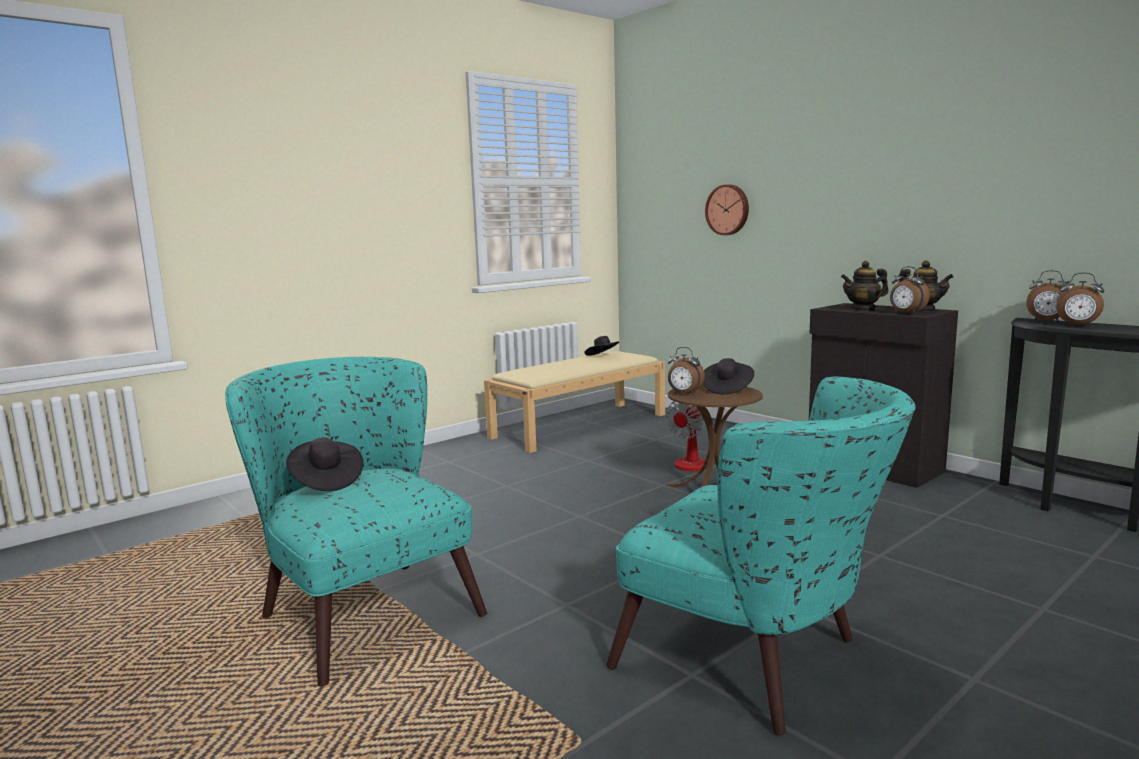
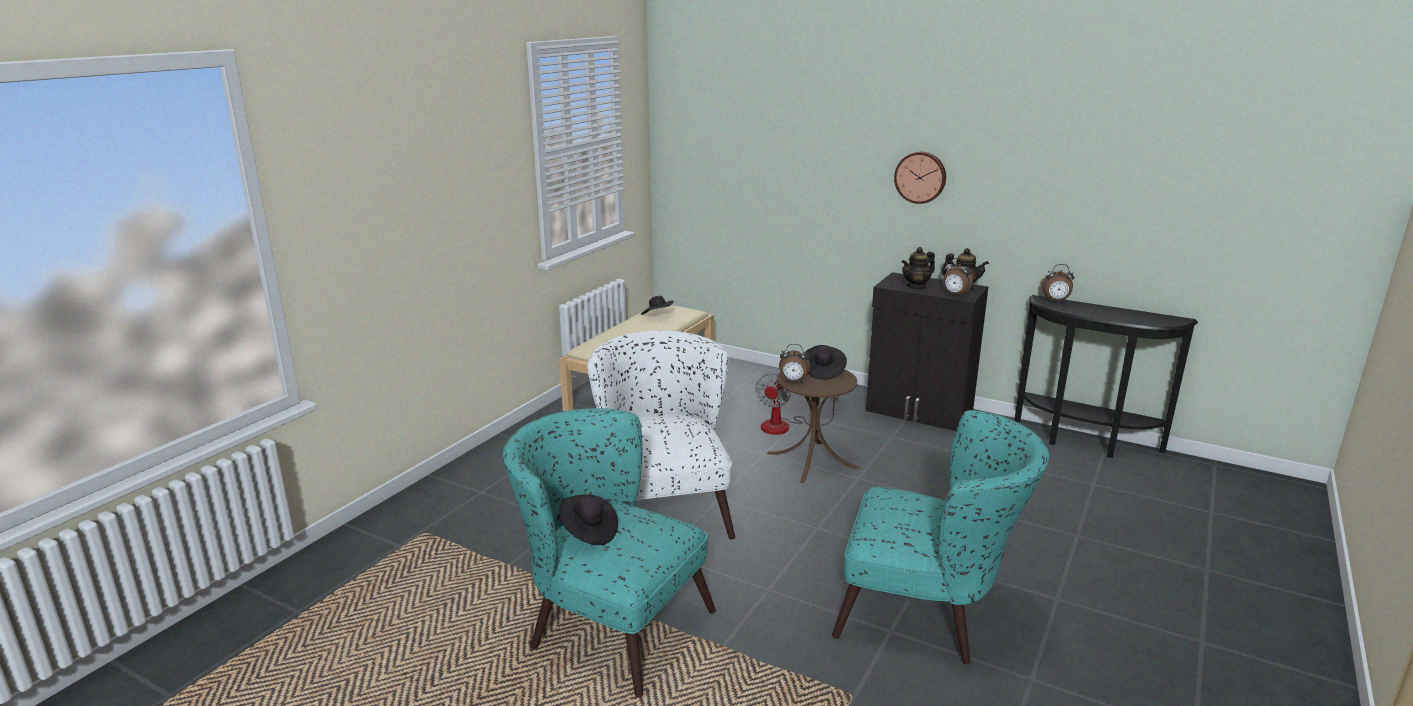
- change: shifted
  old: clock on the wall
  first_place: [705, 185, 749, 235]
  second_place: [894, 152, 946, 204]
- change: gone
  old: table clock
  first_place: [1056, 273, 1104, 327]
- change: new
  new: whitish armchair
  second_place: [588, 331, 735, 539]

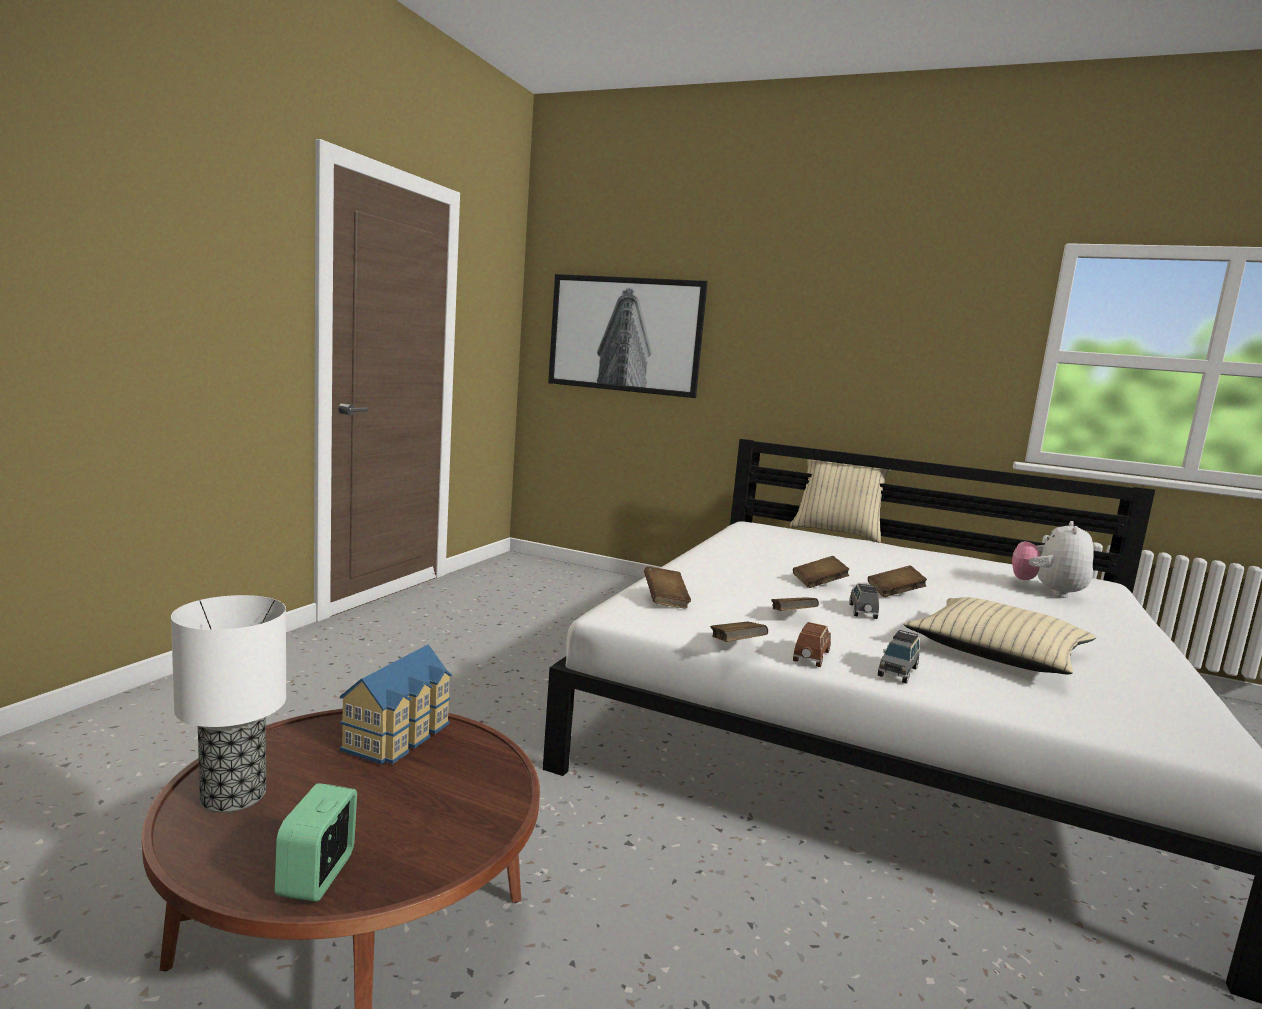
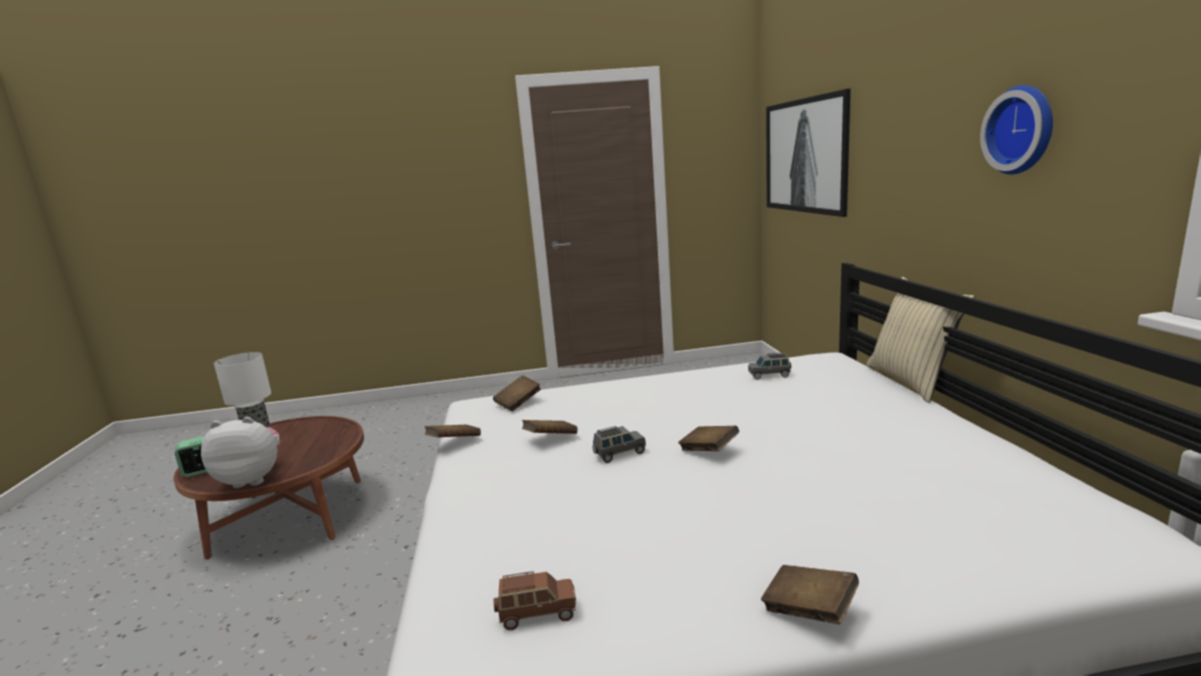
- change: shifted
  old: plush toy
  first_place: [1012, 521, 1094, 598]
  second_place: [201, 417, 280, 488]
- change: shifted
  old: brownish bound book
  first_place: [793, 556, 849, 588]
  second_place: [761, 565, 859, 624]
- change: gone
  old: beige-coloured cushion
  first_place: [904, 597, 1096, 675]
- change: shifted
  old: brownish miniature car
  first_place: [793, 622, 831, 667]
  second_place: [494, 571, 576, 630]
- change: shifted
  old: gray miniature car
  first_place: [878, 630, 920, 684]
  second_place: [748, 352, 791, 380]
- change: gone
  old: miniature house
  first_place: [340, 644, 452, 764]
- change: new
  new: clock on the wall
  second_place: [980, 85, 1053, 174]

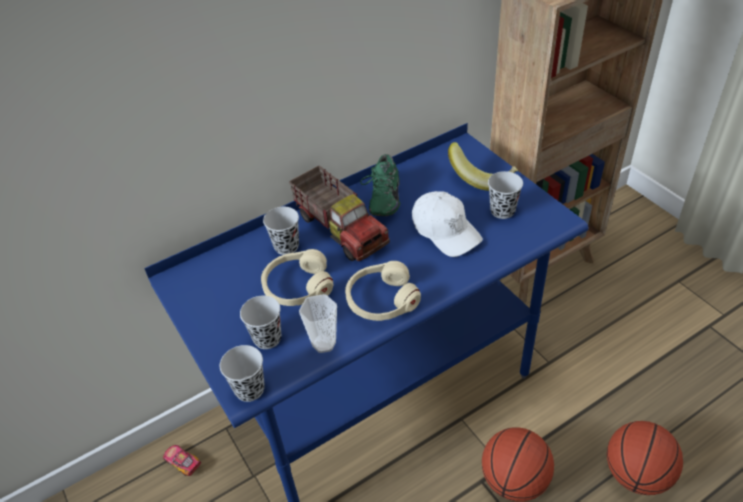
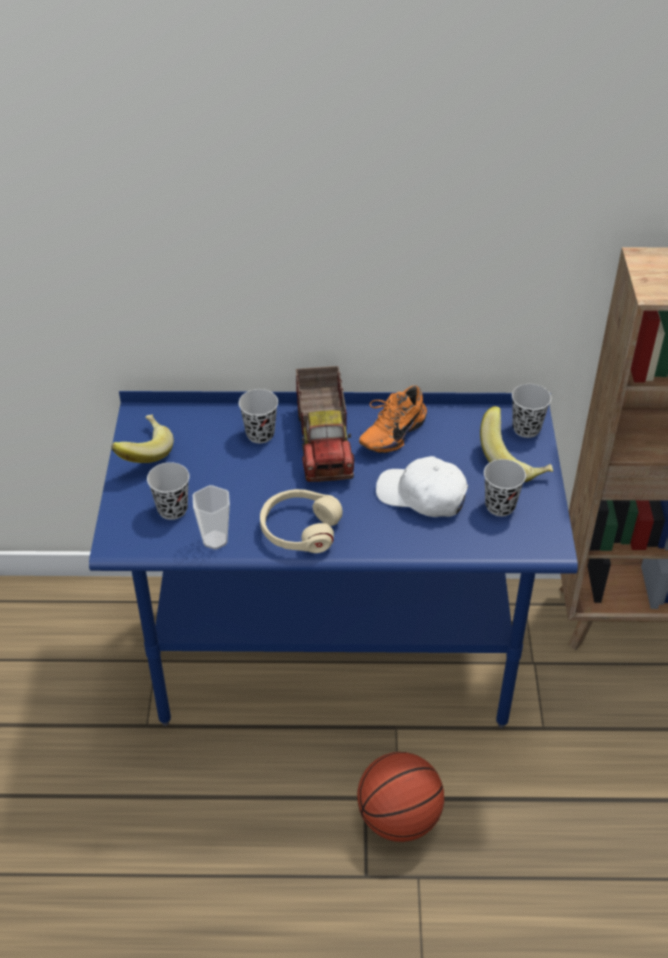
- change: repainted
  old: greenish item of footwear
  new: orange item of footwear
  first_place: [360, 154, 400, 216]
  second_place: [359, 385, 427, 453]
- change: rotated
  old: whitish baseball cap
  first_place: [412, 191, 483, 257]
  second_place: [376, 456, 468, 517]
  degrees: 120
- change: gone
  old: beige-coloured headset
  first_place: [261, 249, 333, 306]
- change: shifted
  old: black drinking cup
  first_place: [220, 345, 265, 402]
  second_place: [512, 384, 551, 438]
- change: gone
  old: basketball
  first_place: [607, 421, 683, 495]
- change: gone
  old: miniature car
  first_place: [163, 445, 201, 476]
- change: new
  new: banana fruit
  second_place: [111, 414, 174, 463]

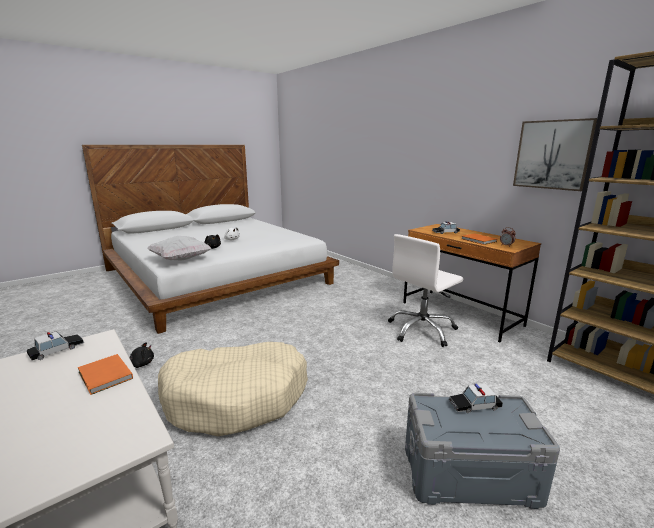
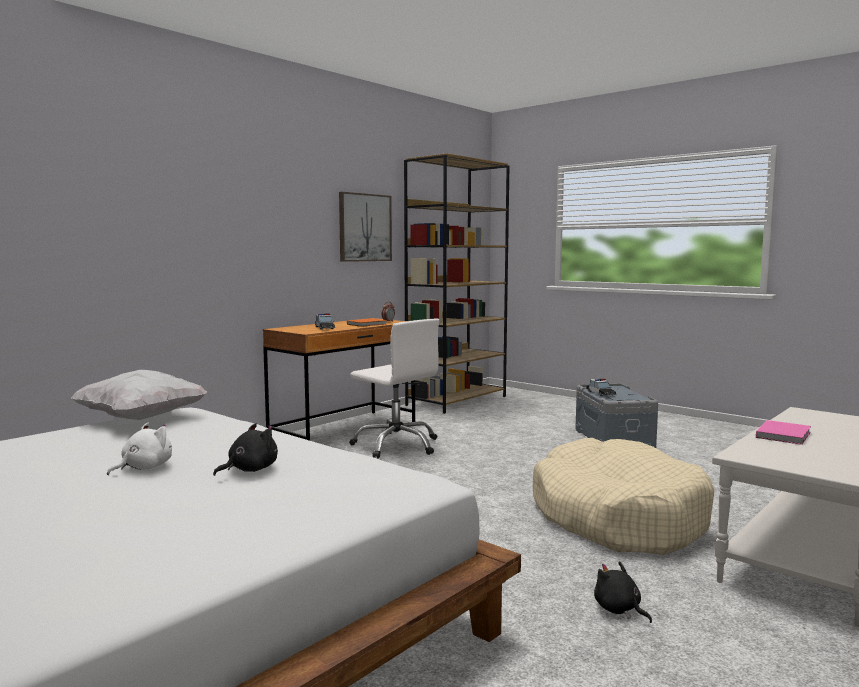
- change: shifted
  old: whitish cushion
  first_place: [147, 236, 211, 261]
  second_place: [71, 370, 207, 420]
- change: gone
  old: miniature car
  first_place: [27, 331, 84, 360]
- change: repainted
  old: orange bound book
  new: pink bound book
  first_place: [78, 354, 133, 395]
  second_place: [756, 420, 811, 445]

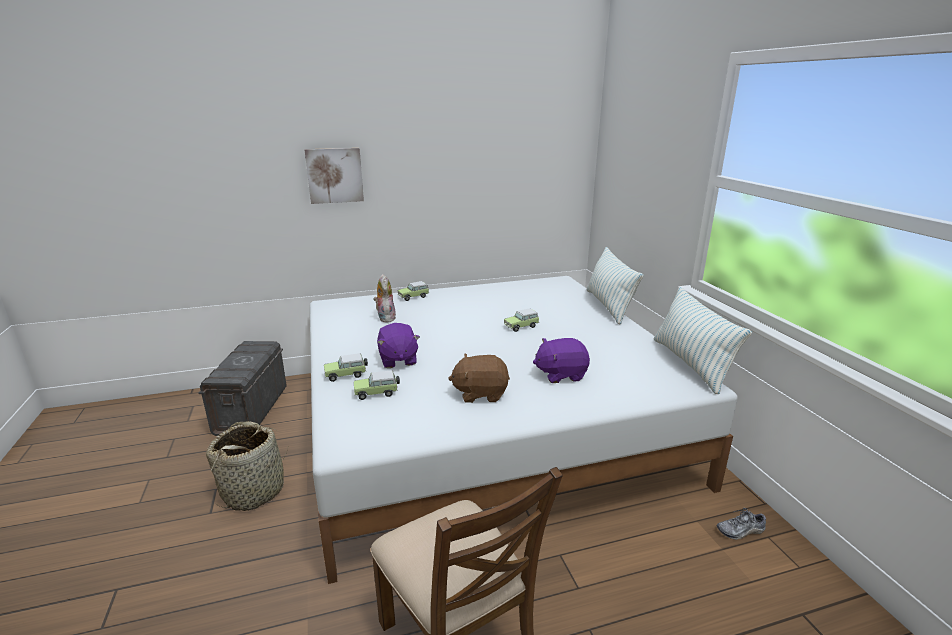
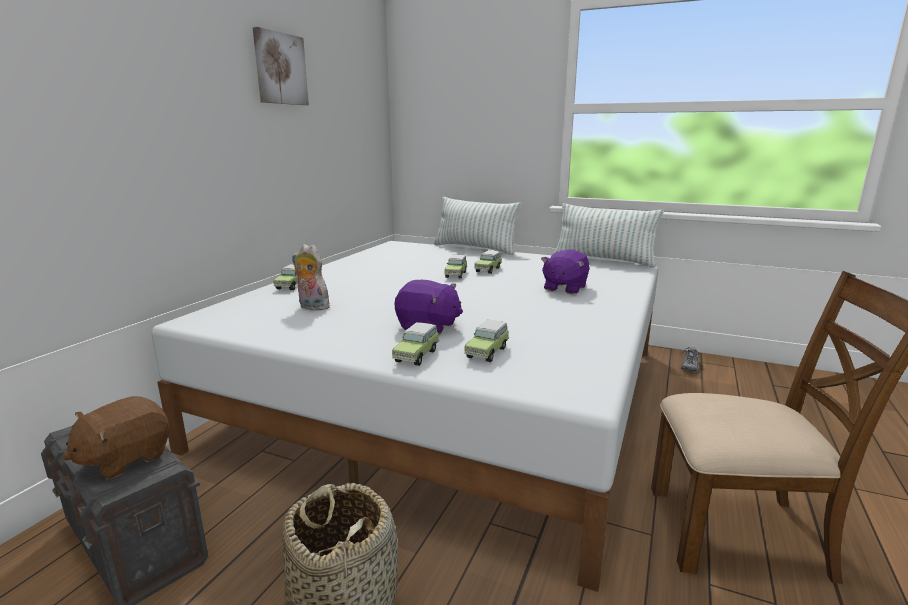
- change: shifted
  old: picture
  first_place: [304, 148, 364, 204]
  second_place: [253, 27, 309, 105]
- change: shifted
  old: brownish plush toy
  first_place: [448, 354, 510, 403]
  second_place: [63, 396, 170, 479]
- change: new
  new: miniature car
  second_place: [475, 251, 502, 274]

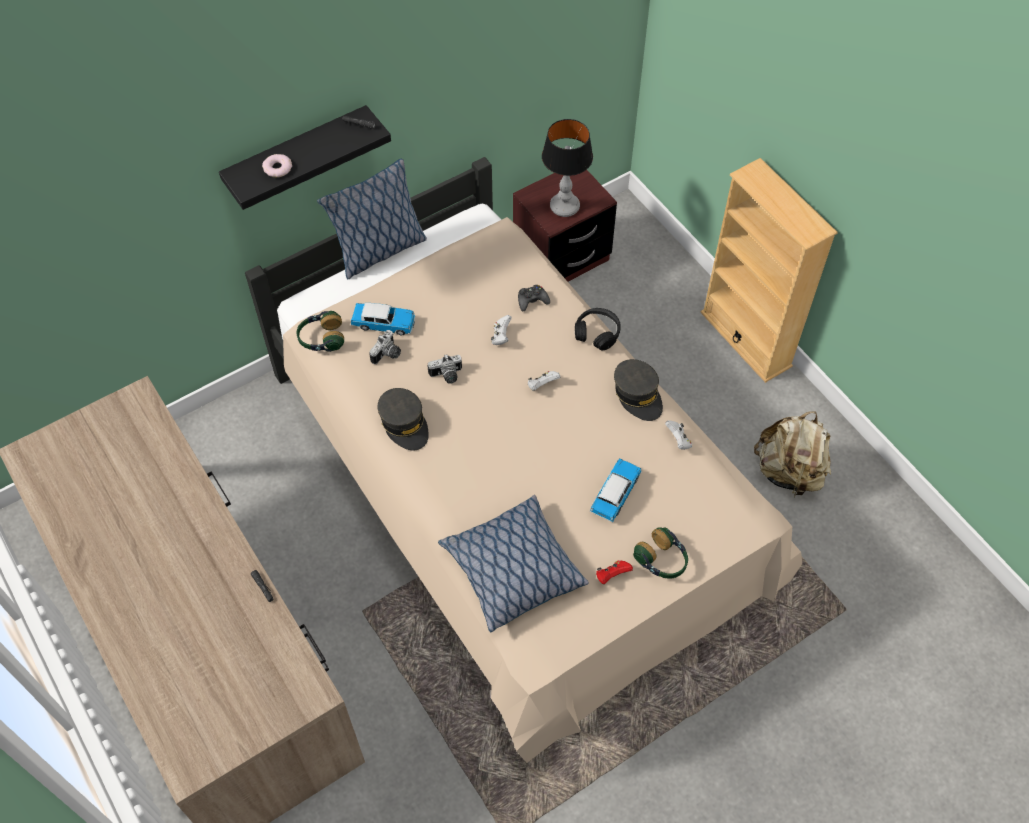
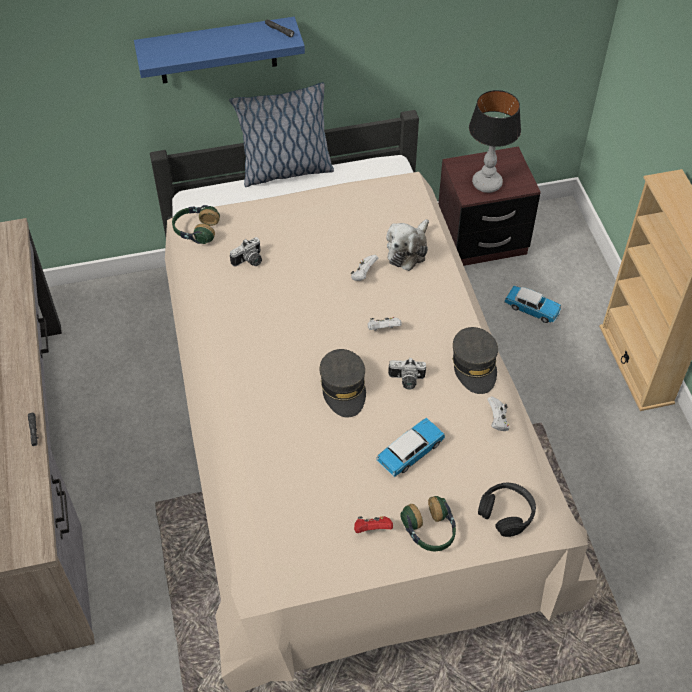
- change: repainted
  old: black shelf
  new: blue shelf
  first_place: [219, 105, 391, 210]
  second_place: [134, 17, 305, 83]
- change: gone
  old: donut
  first_place: [262, 154, 292, 177]
- change: swapped
  old: black game controller
  new: plush toy
  first_place: [518, 285, 550, 311]
  second_place: [386, 219, 429, 271]
- change: shifted
  old: miniature car
  first_place: [351, 303, 415, 335]
  second_place: [504, 286, 561, 323]
- change: shifted
  old: black headset
  first_place: [575, 308, 621, 350]
  second_place: [478, 483, 536, 537]
- change: shifted
  old: still camera
  first_place: [427, 355, 462, 384]
  second_place: [388, 358, 426, 389]
- change: shifted
  old: gray baseball cap
  first_place: [378, 388, 429, 451]
  second_place: [320, 349, 366, 417]
- change: gone
  old: beige-coloured rucksack
  first_place: [754, 411, 831, 498]
- change: gone
  old: cushion
  first_place: [438, 495, 589, 633]

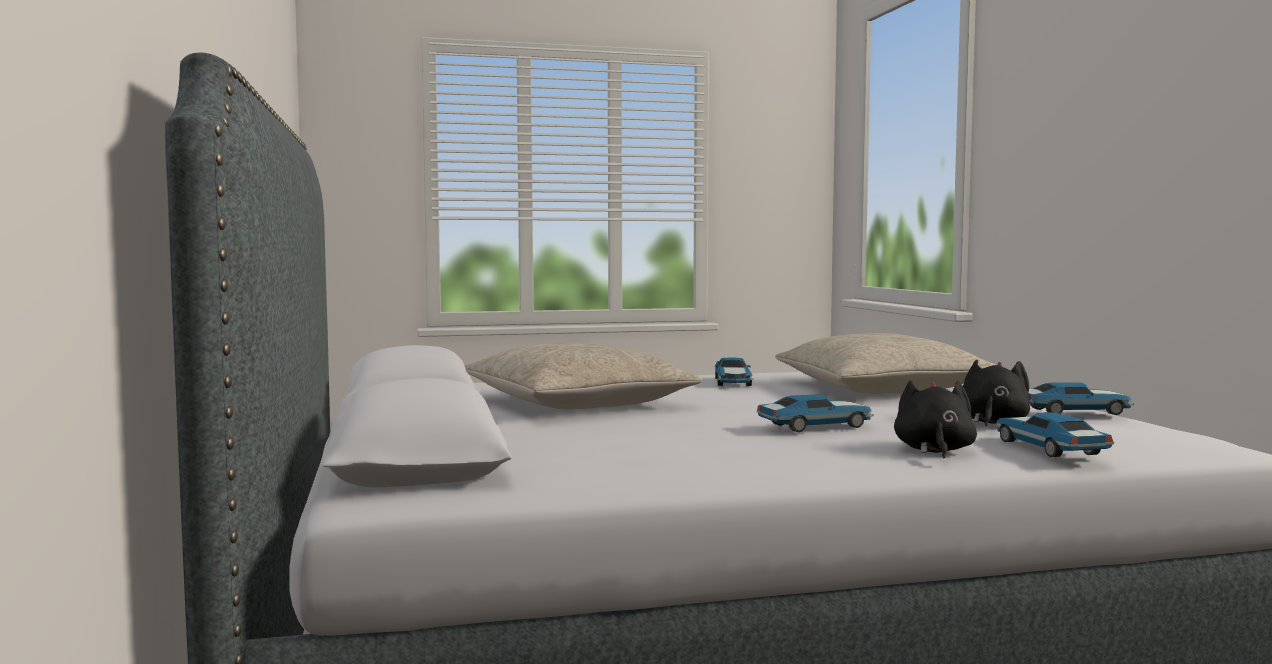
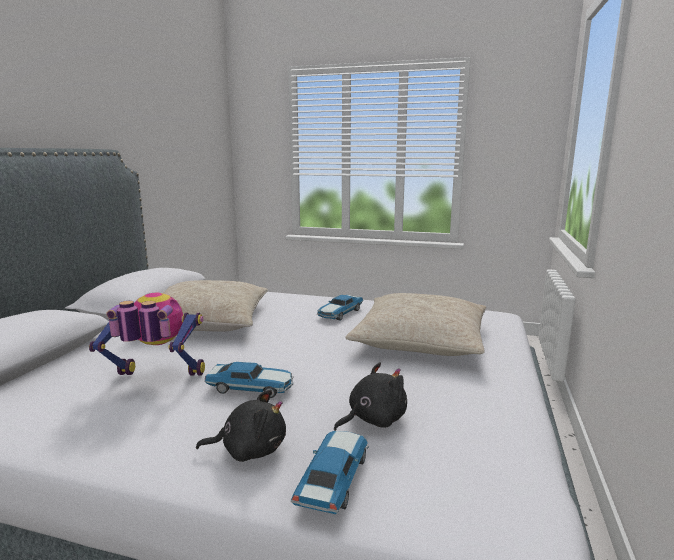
- change: rotated
  old: black plush toy
  first_place: [894, 380, 977, 458]
  second_place: [196, 390, 286, 462]
  degrees: 45
- change: gone
  old: miniature car
  first_place: [1029, 382, 1134, 415]
- change: new
  new: model robot
  second_place: [89, 293, 205, 376]

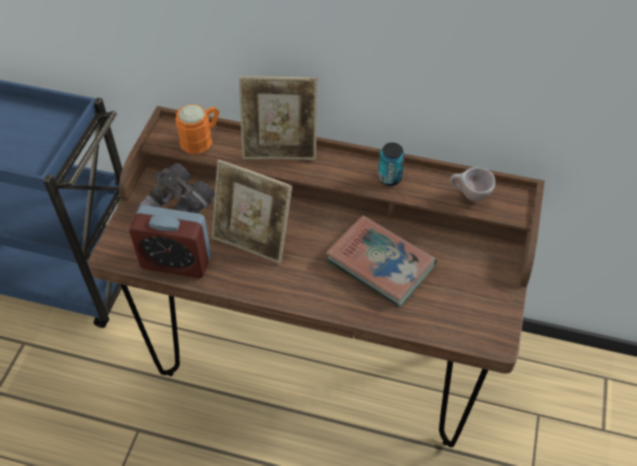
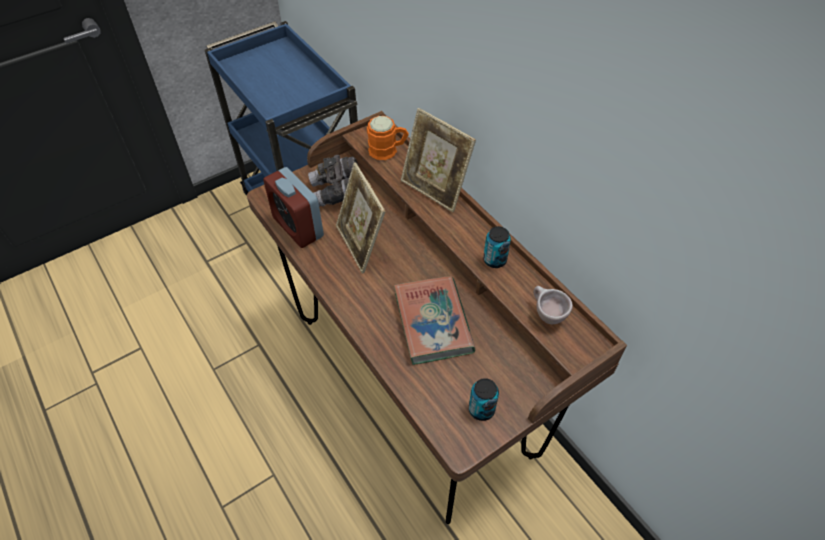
- change: new
  new: can
  second_place: [469, 378, 499, 421]

